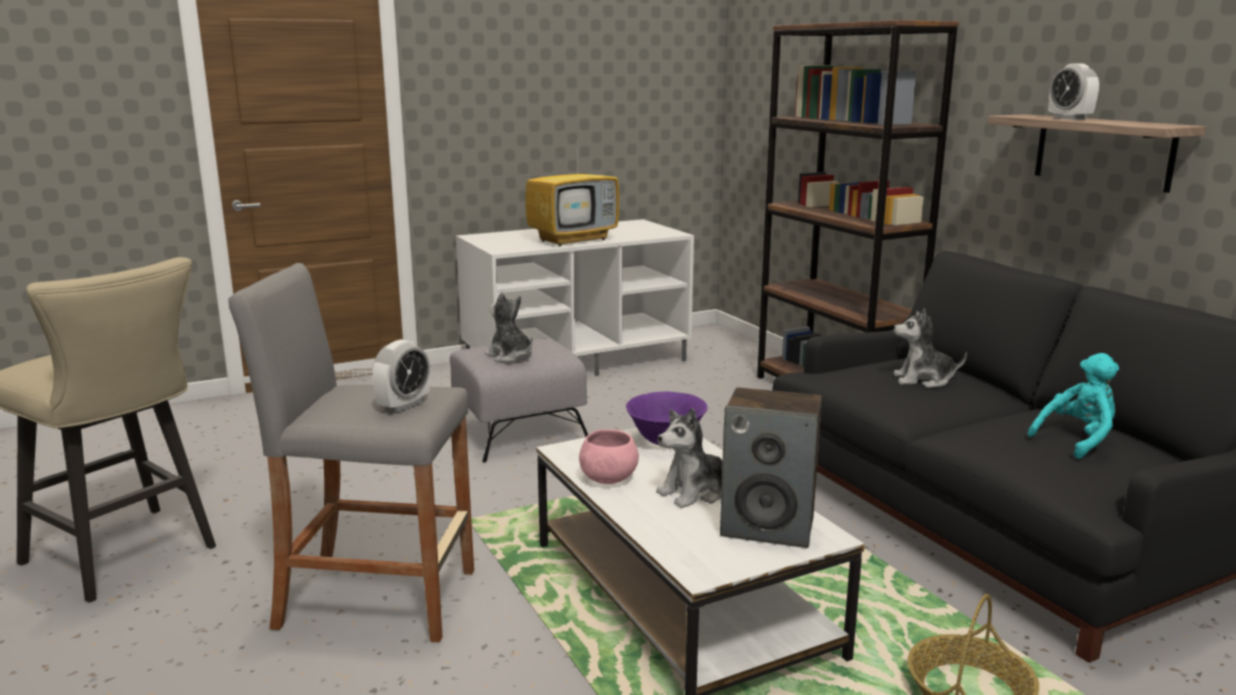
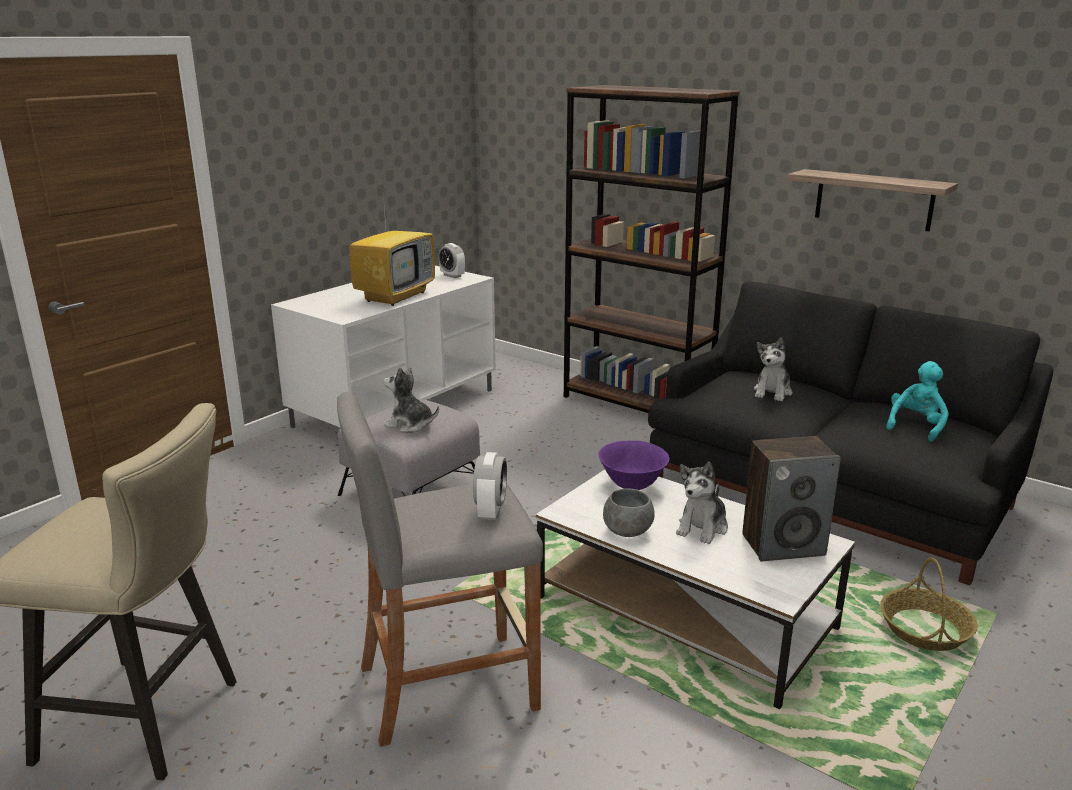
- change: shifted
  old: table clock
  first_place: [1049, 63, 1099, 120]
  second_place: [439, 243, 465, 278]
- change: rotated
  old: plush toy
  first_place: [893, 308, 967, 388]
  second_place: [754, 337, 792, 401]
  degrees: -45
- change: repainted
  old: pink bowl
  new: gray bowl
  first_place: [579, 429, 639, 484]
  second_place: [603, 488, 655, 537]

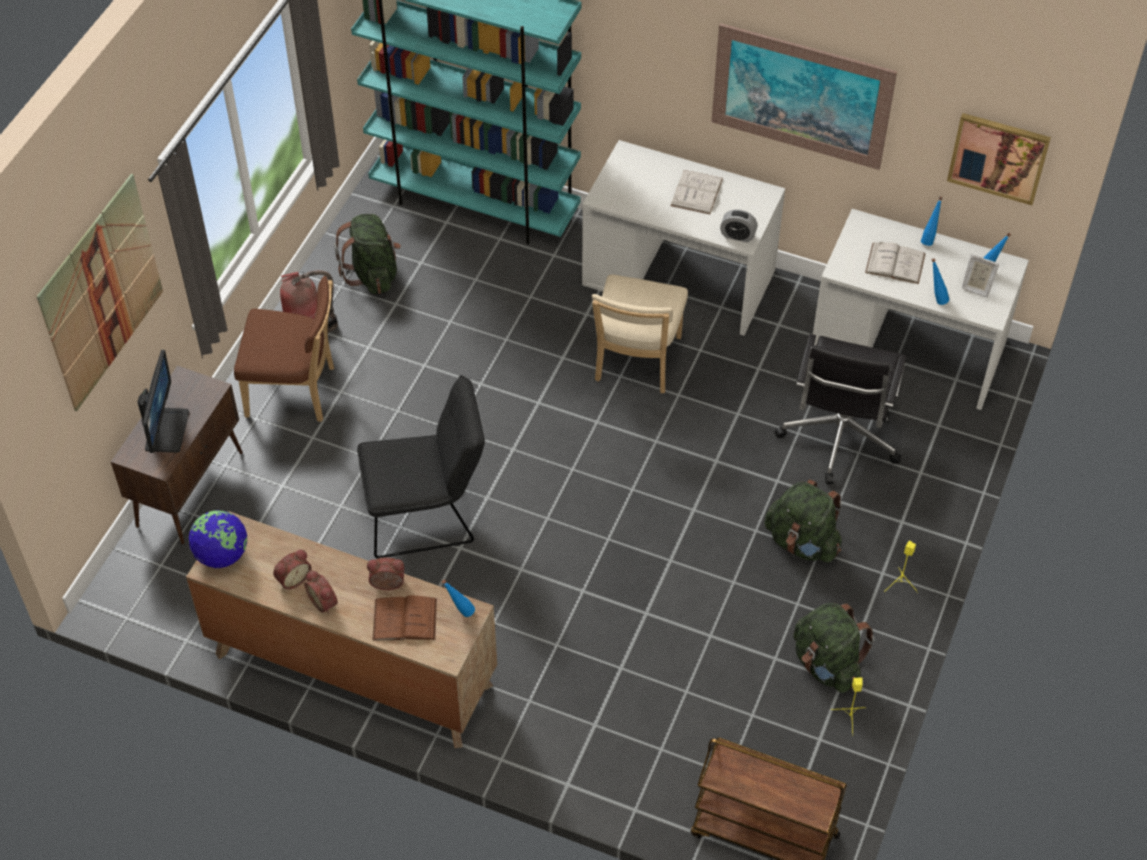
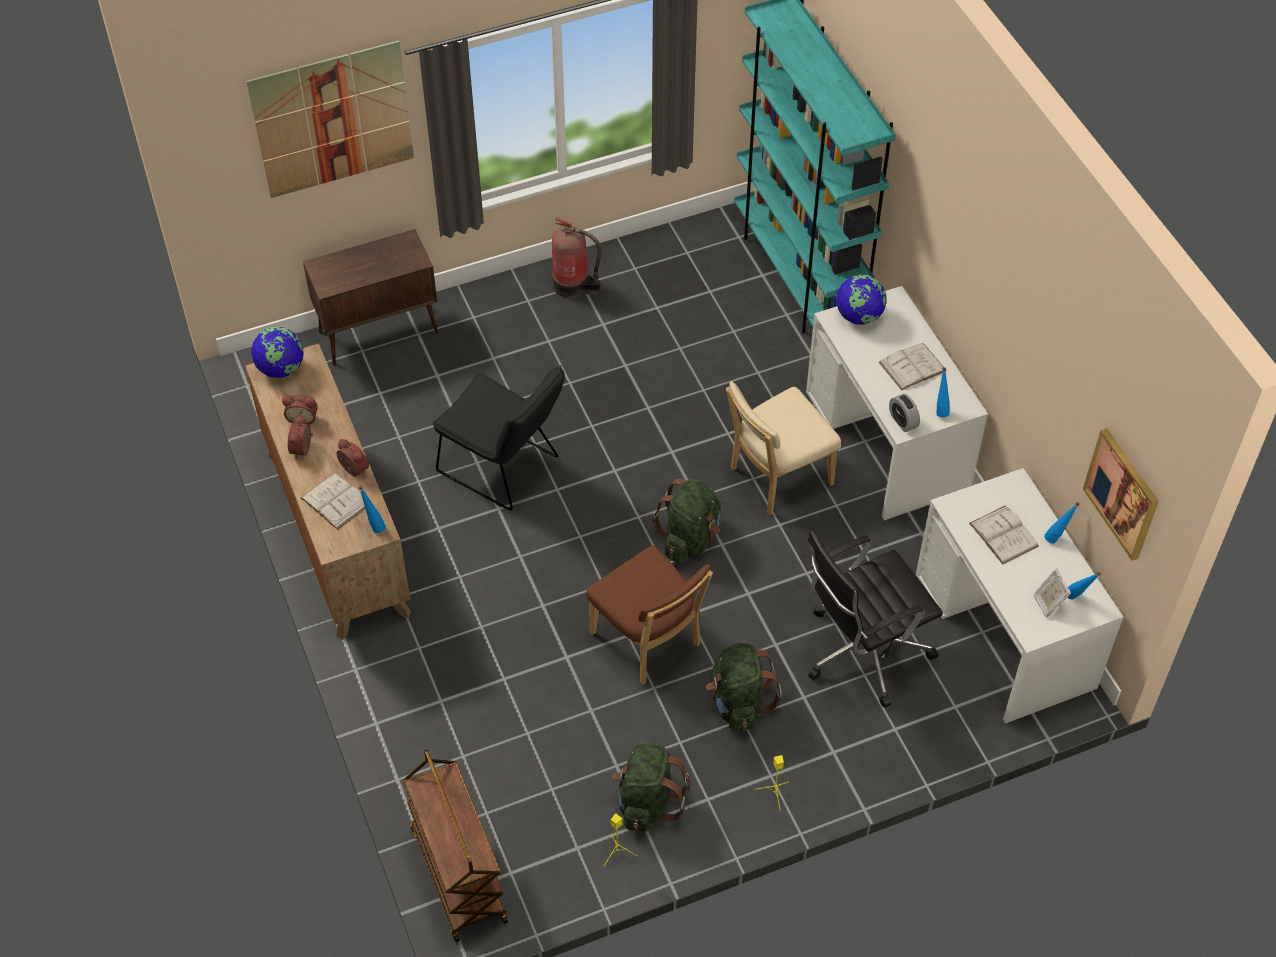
- change: gone
  old: picture
  first_place: [712, 23, 897, 170]
- change: shifted
  old: greenish rucksack
  first_place: [334, 214, 401, 294]
  second_place: [652, 479, 721, 563]
- change: shifted
  old: blue beverage bottle
  first_place: [932, 258, 949, 305]
  second_place: [937, 367, 950, 417]
- change: shifted
  old: brownish plain chair
  first_place: [234, 276, 334, 422]
  second_place: [586, 546, 713, 685]
- change: gone
  old: computer display
  first_place: [138, 350, 189, 453]
- change: repainted
  old: brownish bound book
  new: whitish bound book
  first_place: [372, 595, 437, 641]
  second_place: [301, 473, 365, 530]
- change: new
  new: globe
  second_place: [836, 275, 887, 325]

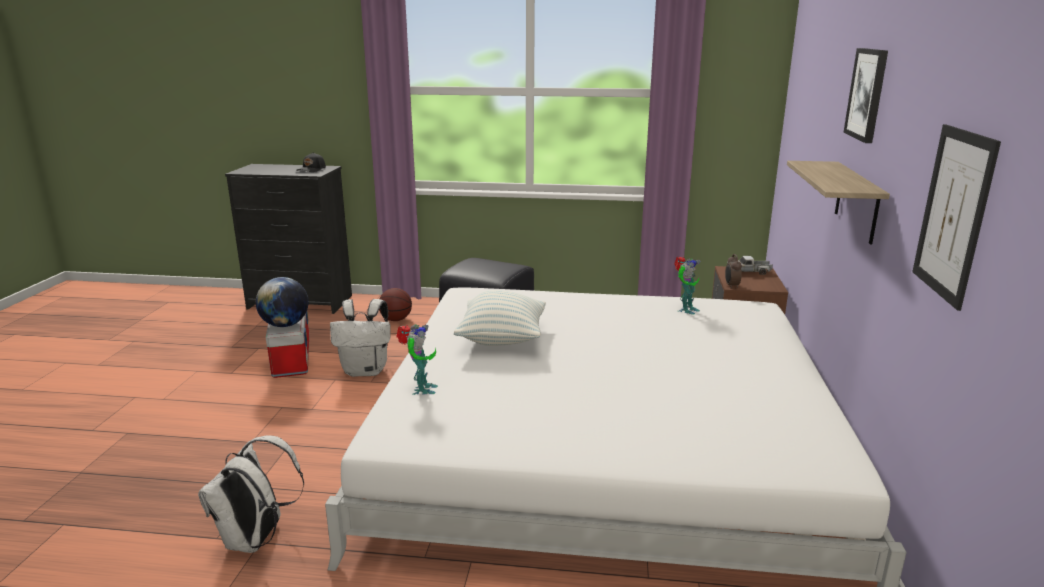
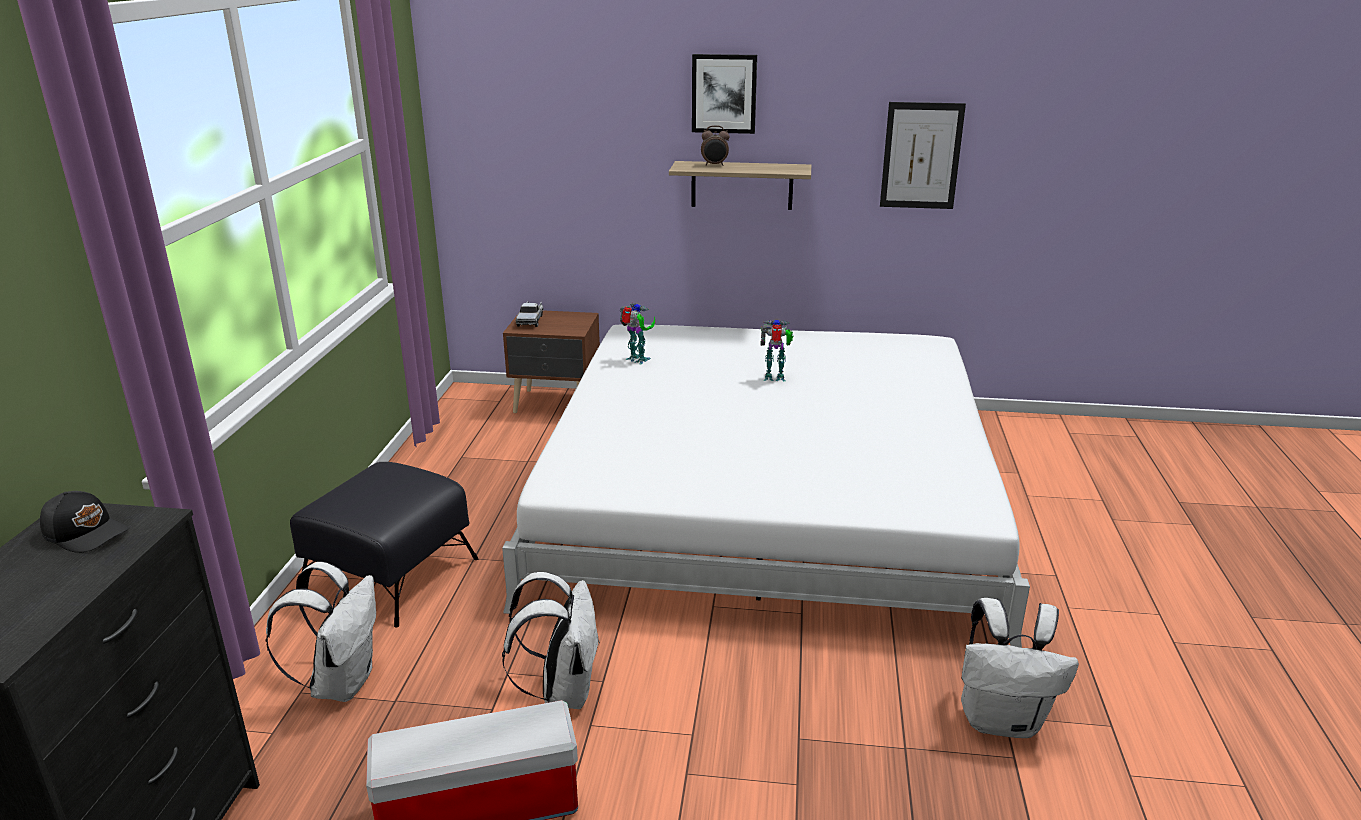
- change: shifted
  old: table clock
  first_place: [725, 254, 742, 288]
  second_place: [701, 125, 730, 166]
- change: gone
  old: globe
  first_place: [256, 277, 309, 327]
- change: swapped
  old: basketball
  new: whitish rucksack
  first_place: [379, 288, 412, 321]
  second_place: [266, 562, 376, 702]
- change: gone
  old: cushion
  first_place: [454, 290, 546, 346]
- change: shifted
  old: model robot
  first_place: [396, 324, 438, 395]
  second_place: [760, 319, 794, 381]

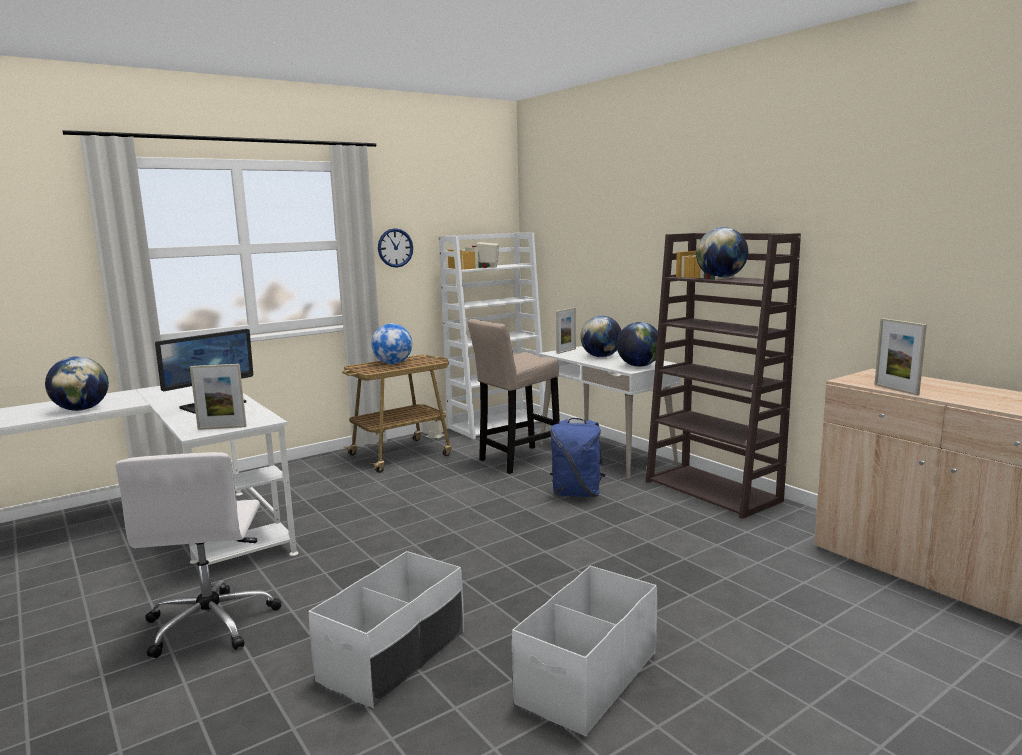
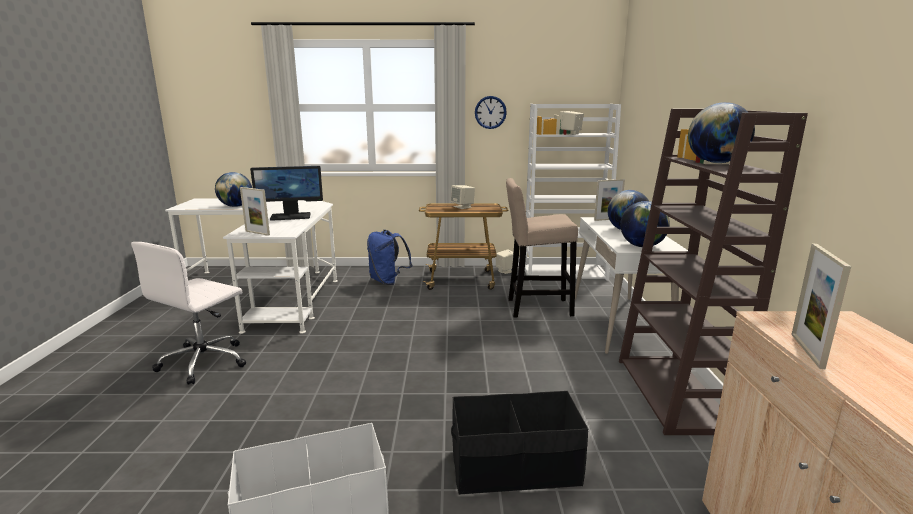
- change: swapped
  old: globe
  new: beige-coloured loudspeaker
  first_place: [371, 323, 412, 364]
  second_place: [451, 185, 475, 209]
- change: shifted
  old: blue rucksack
  first_place: [550, 418, 606, 497]
  second_place: [367, 230, 412, 285]
- change: gone
  old: whitish storage box
  first_place: [308, 551, 464, 708]
- change: new
  new: black storage box
  second_place: [451, 391, 589, 495]

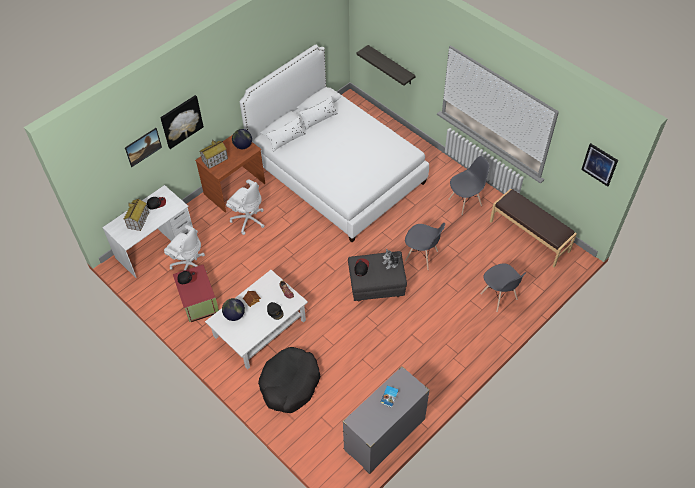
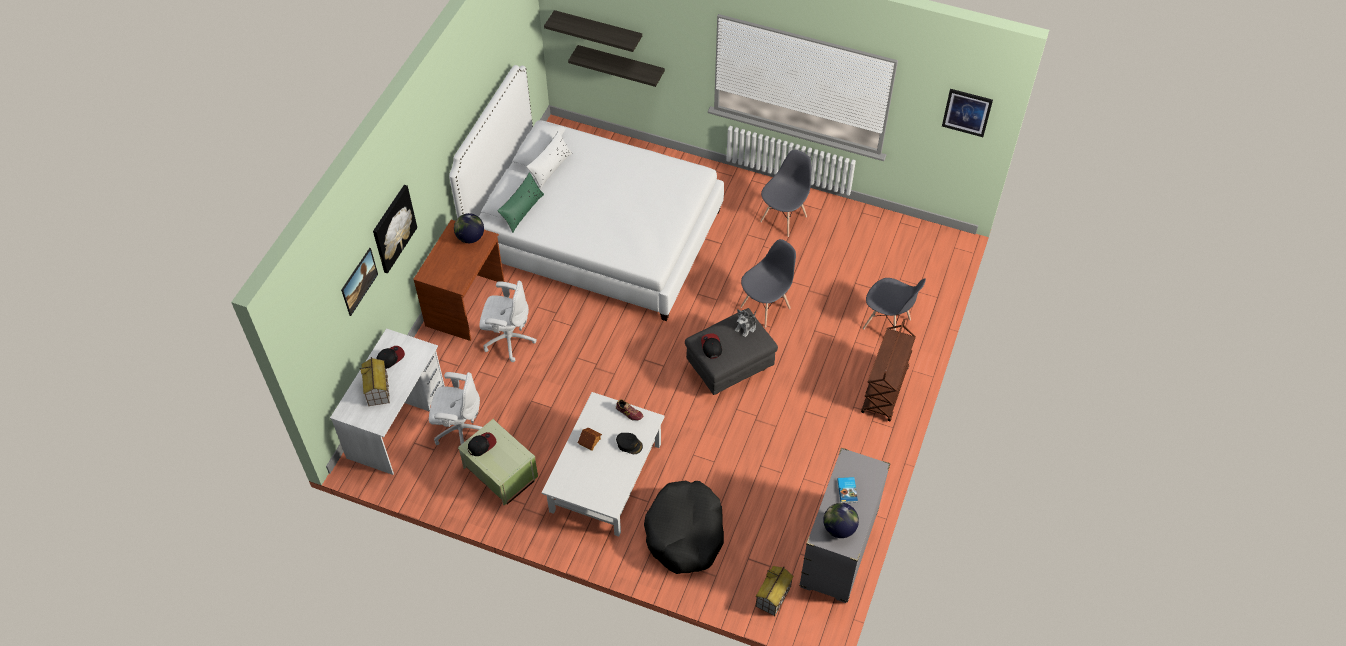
- change: repainted
  old: whitish cushion
  new: greenish cushion
  first_place: [266, 116, 306, 152]
  second_place: [497, 172, 544, 233]
- change: shifted
  old: miniature house
  first_place: [200, 141, 228, 169]
  second_place: [756, 566, 794, 616]
- change: gone
  old: brownish indoor bench
  first_place: [490, 189, 577, 267]
- change: rotated
  old: gray plain chair
  first_place: [405, 223, 445, 270]
  second_place: [740, 239, 796, 328]
  degrees: -45
- change: repainted
  old: reddish storage box
  new: greenish storage box
  first_place: [173, 264, 219, 322]
  second_place: [458, 419, 538, 505]
- change: shifted
  old: globe
  first_place: [222, 298, 245, 321]
  second_place: [823, 503, 859, 538]
- change: new
  new: shelf
  second_place: [544, 10, 642, 52]
- change: new
  new: brownish cart
  second_place: [861, 319, 916, 421]

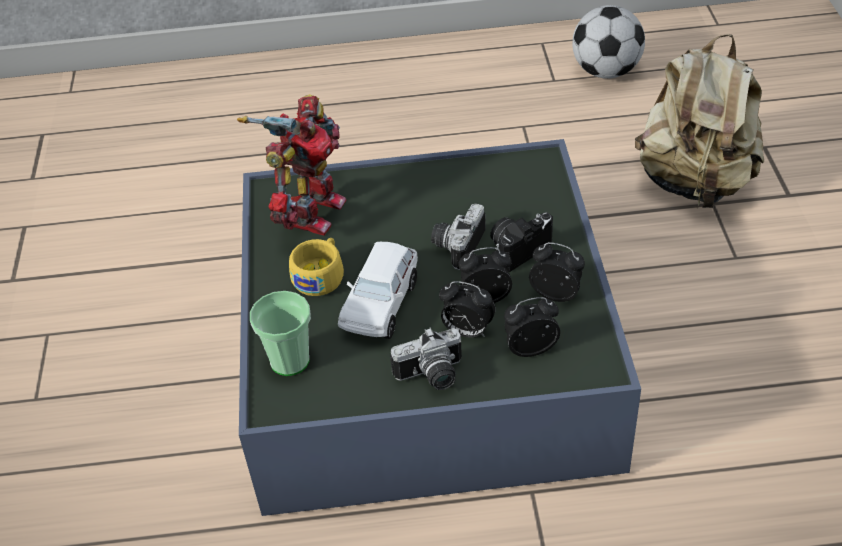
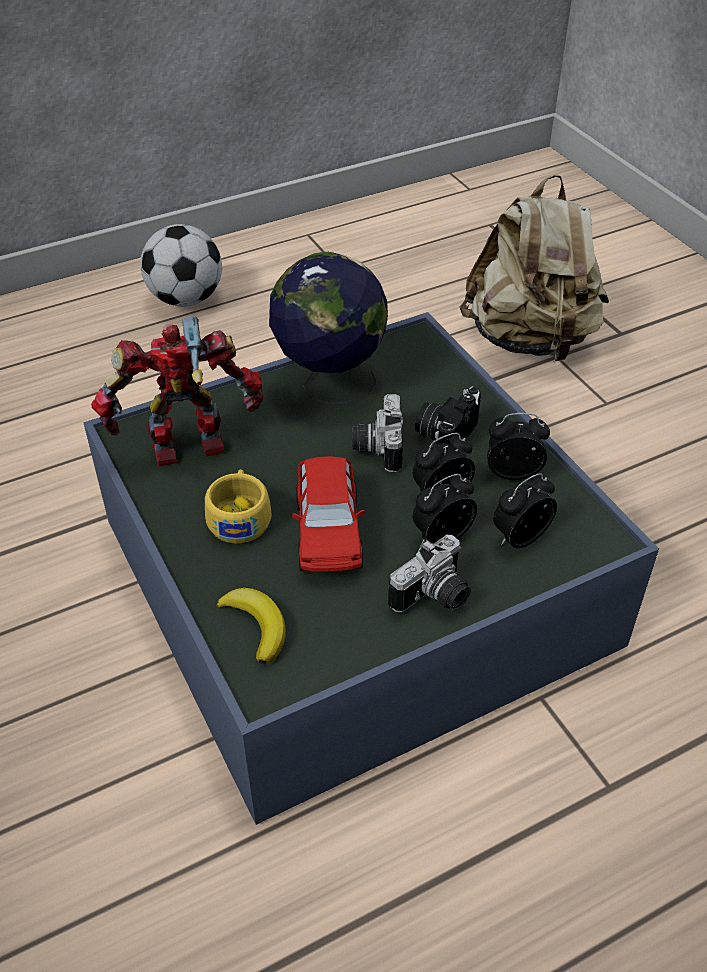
- change: shifted
  old: football ball
  first_place: [572, 5, 645, 79]
  second_place: [140, 224, 222, 307]
- change: rotated
  old: model robot
  first_place: [237, 94, 347, 236]
  second_place: [91, 316, 263, 466]
  degrees: -105
- change: repainted
  old: whitish miniature car
  new: reddish miniature car
  first_place: [338, 242, 418, 339]
  second_place: [292, 456, 365, 572]
- change: rotated
  old: table clock
  first_place: [439, 281, 496, 337]
  second_place: [413, 474, 477, 544]
  degrees: 150
- change: swapped
  old: drinking cup
  new: banana fruit
  first_place: [250, 291, 311, 376]
  second_place: [216, 588, 286, 664]
- change: new
  new: globe
  second_place: [269, 252, 388, 404]

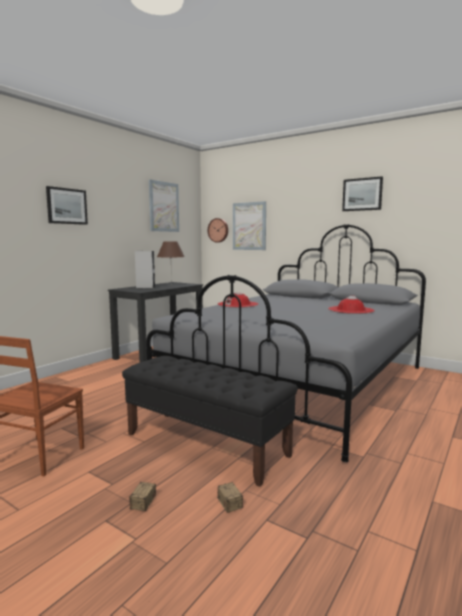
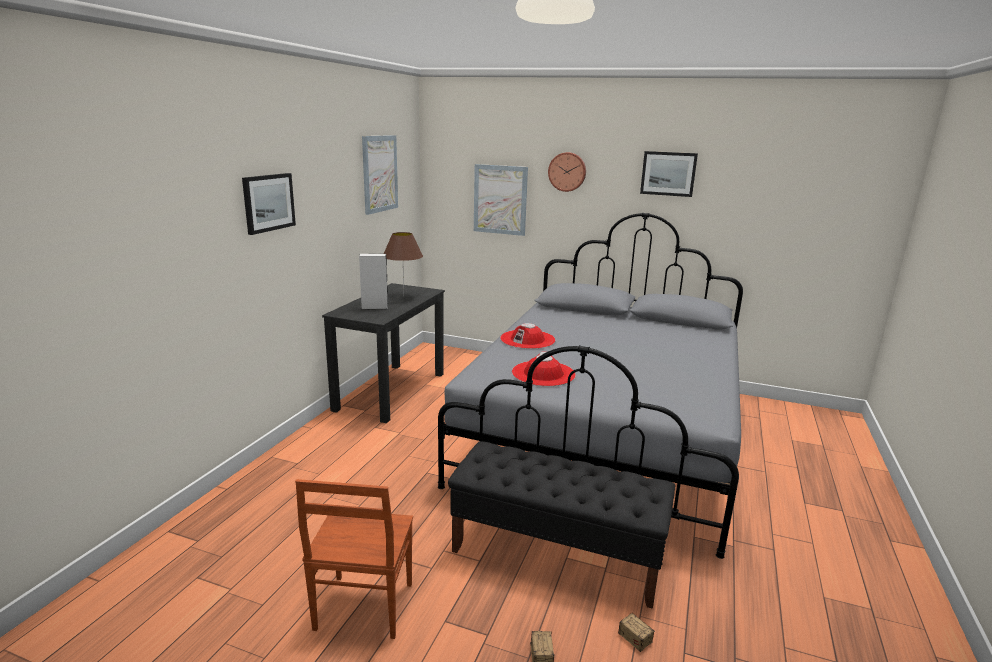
- change: shifted
  old: clock on the wall
  first_place: [208, 218, 228, 243]
  second_place: [548, 152, 586, 192]
- change: shifted
  old: reddish wearable hat
  first_place: [328, 296, 375, 314]
  second_place: [512, 351, 576, 386]

